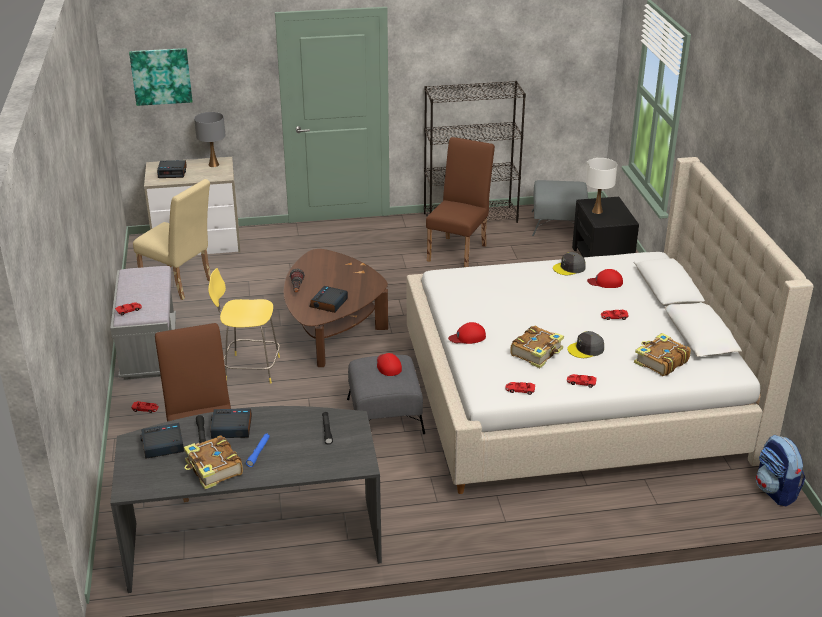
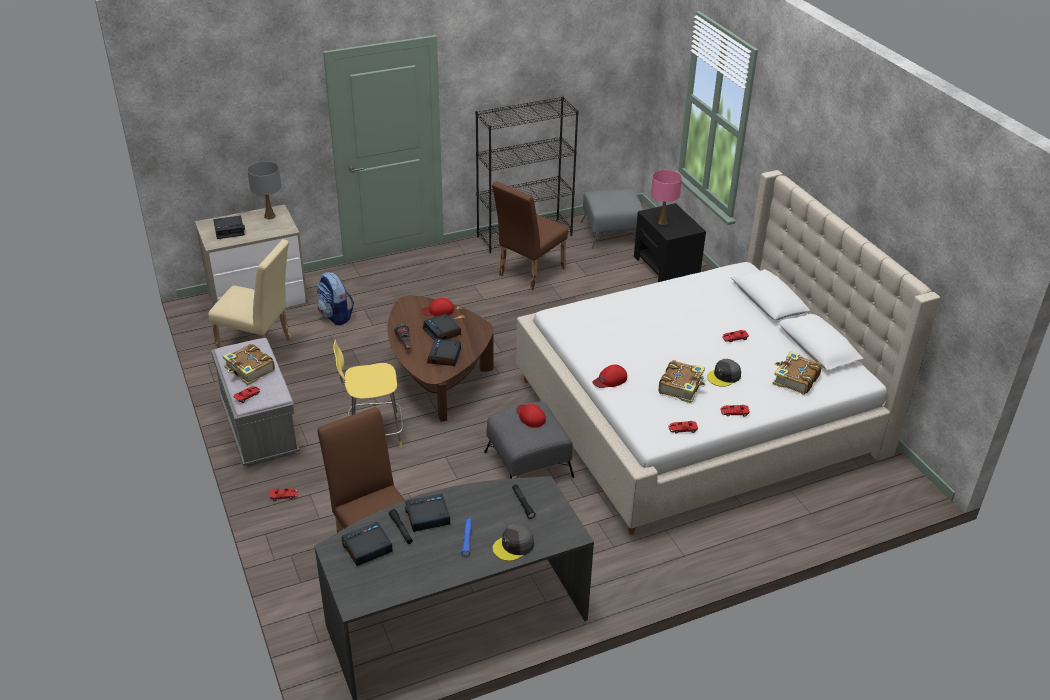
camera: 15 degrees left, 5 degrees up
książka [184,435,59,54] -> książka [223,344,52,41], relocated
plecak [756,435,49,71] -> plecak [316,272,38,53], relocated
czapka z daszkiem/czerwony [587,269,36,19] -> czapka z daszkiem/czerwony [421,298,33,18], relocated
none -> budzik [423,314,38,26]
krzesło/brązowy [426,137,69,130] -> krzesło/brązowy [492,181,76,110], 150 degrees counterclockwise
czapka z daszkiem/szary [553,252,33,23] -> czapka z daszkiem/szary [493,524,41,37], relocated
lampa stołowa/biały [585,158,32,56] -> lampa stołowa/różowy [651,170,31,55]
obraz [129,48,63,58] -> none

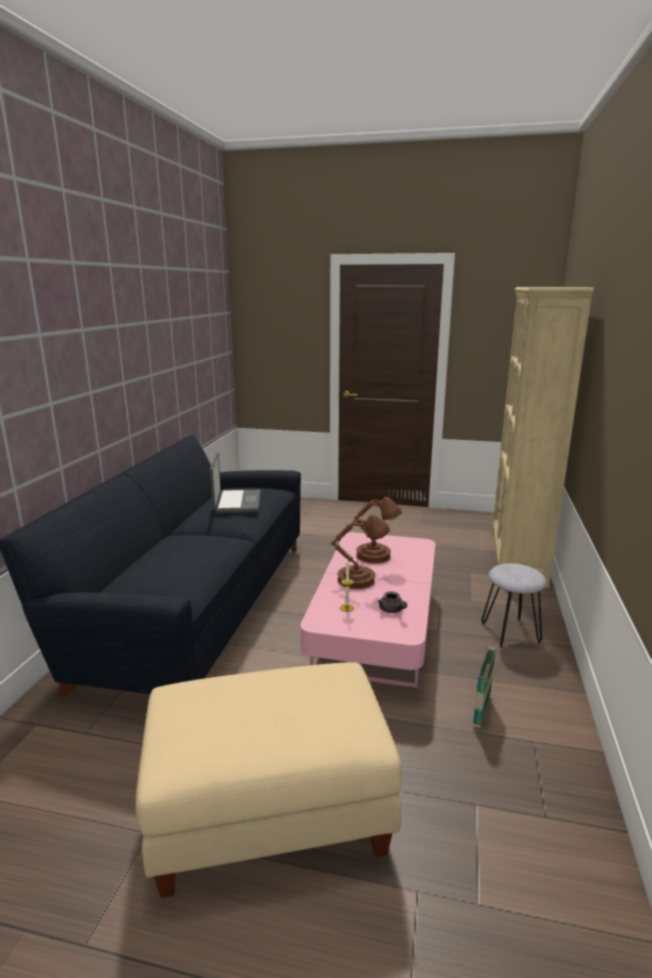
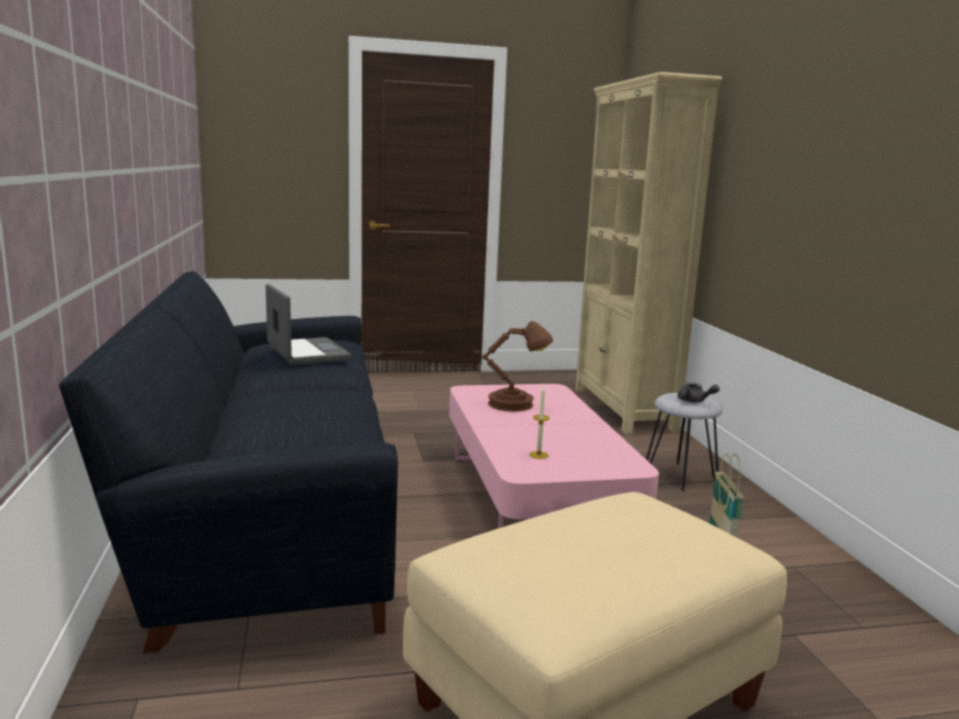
camera: 25 degrees left, 5 degrees down
imbryk/szary [378,591,29,22] -> imbryk/szary [678,382,42,21], relocated
lampa stołowa/brązowy [331,514,59,75] -> none

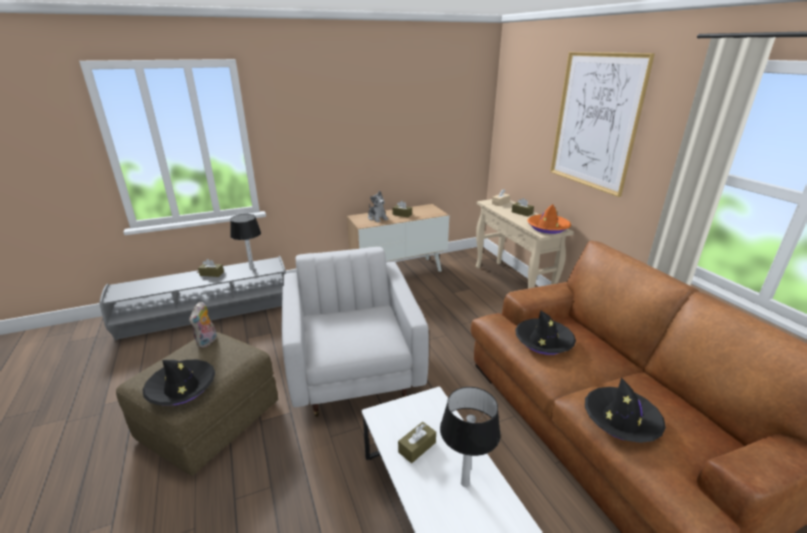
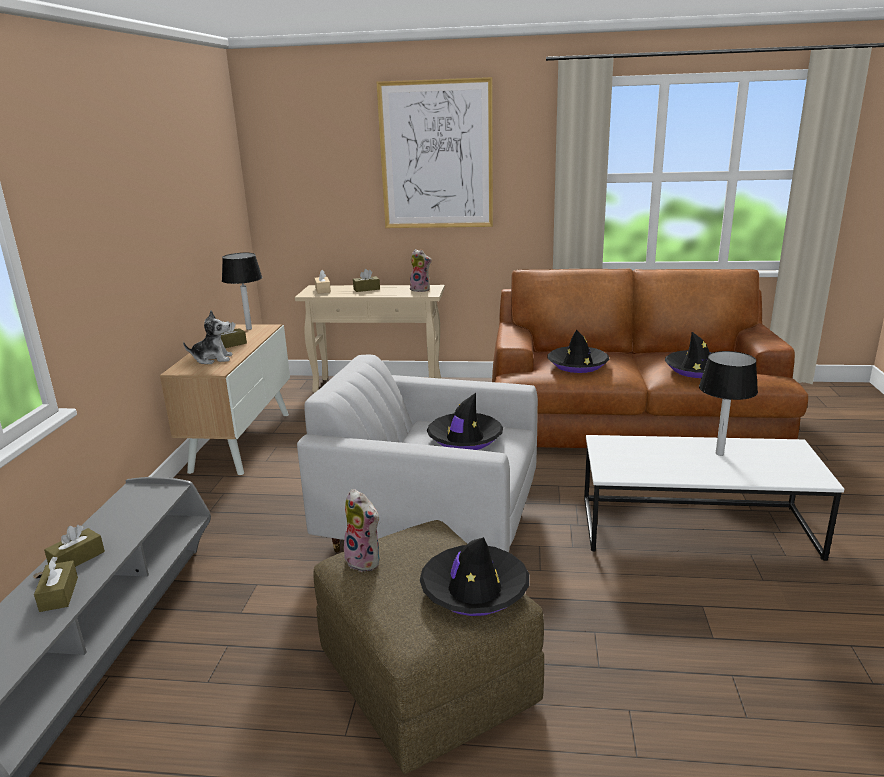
camera: 60 degrees left, 5 degrees down
pudełko chusteczek/brązowy [398,422,38,41] -> pudełko chusteczek/brązowy [34,557,44,55], relocated
lampa stołowa [230,214,31,56] -> lampa stołowa [222,253,40,77], relocated
kapelusz/pomarańczowy [527,204,44,30] -> pluszak [410,249,22,43]
none -> kapelusz/czarny [427,393,76,57]

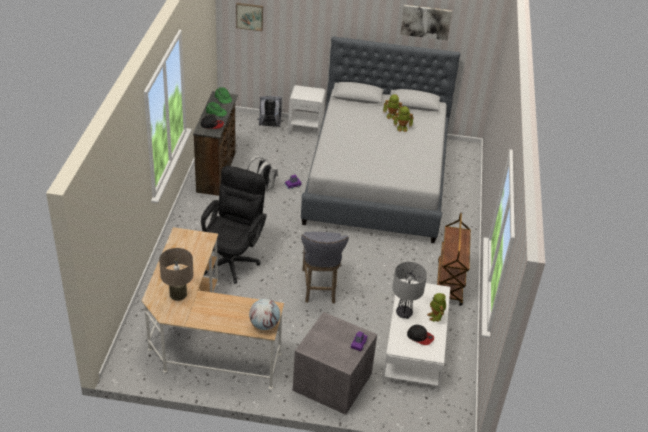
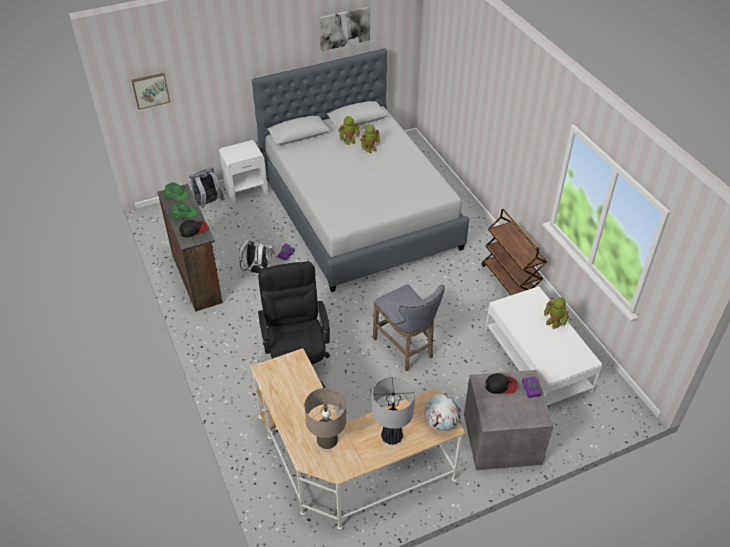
camera: 30 degrees left, 5 degrees up
lampa stołowa [392,262,35,57] -> lampa stołowa [372,376,43,69], relocated
czapka z daszkiem [407,325,27,20] -> czapka z daszkiem [485,373,32,21], relocated

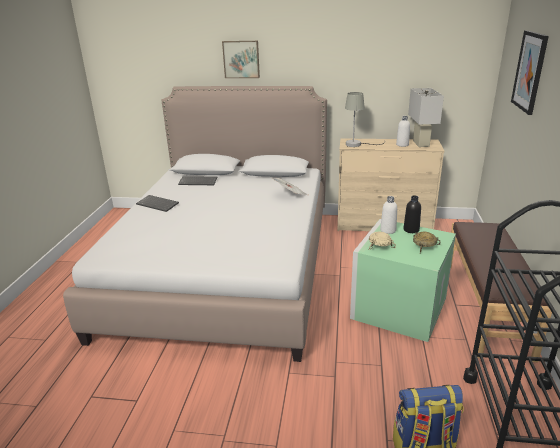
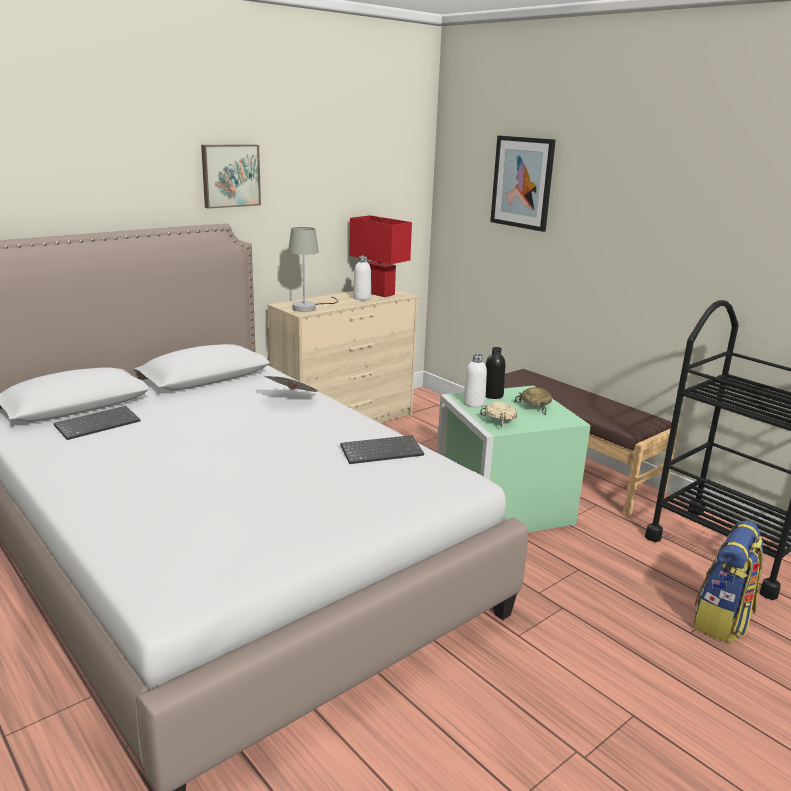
camera: 50 degrees left, 5 degrees down
obraz [222,41,38,37] -> obraz [201,144,60,65], relocated
klawiatura [136,195,43,17] -> klawiatura [340,435,84,29], relocated
lampa stołowa/biały [408,88,36,59] -> lampa stołowa/czerwony [349,215,63,82]

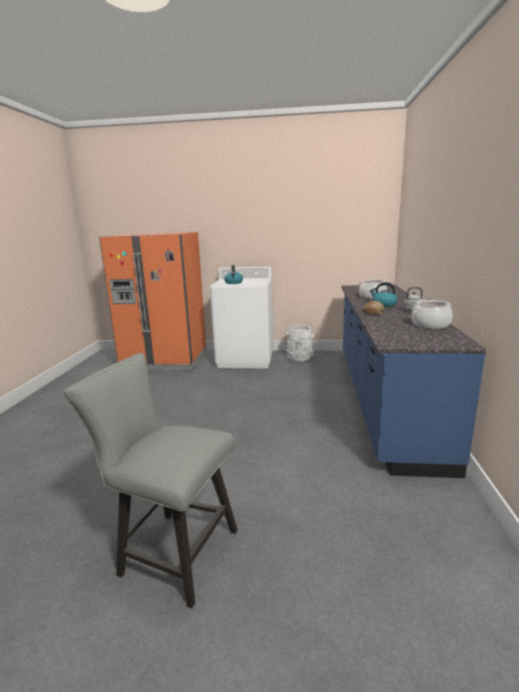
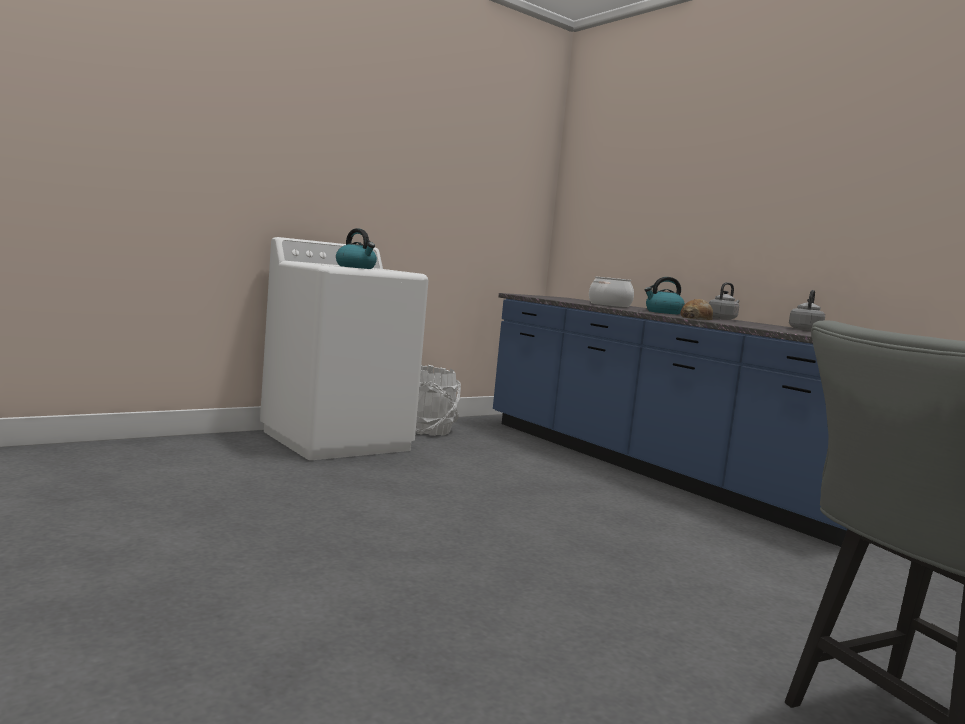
camera: 45 degrees left, 10 degrees down
garnek [412,300,40,29] -> czajnik/szary [789,290,36,41]
lodówka/pomarańczowy [99,232,108,138] -> none

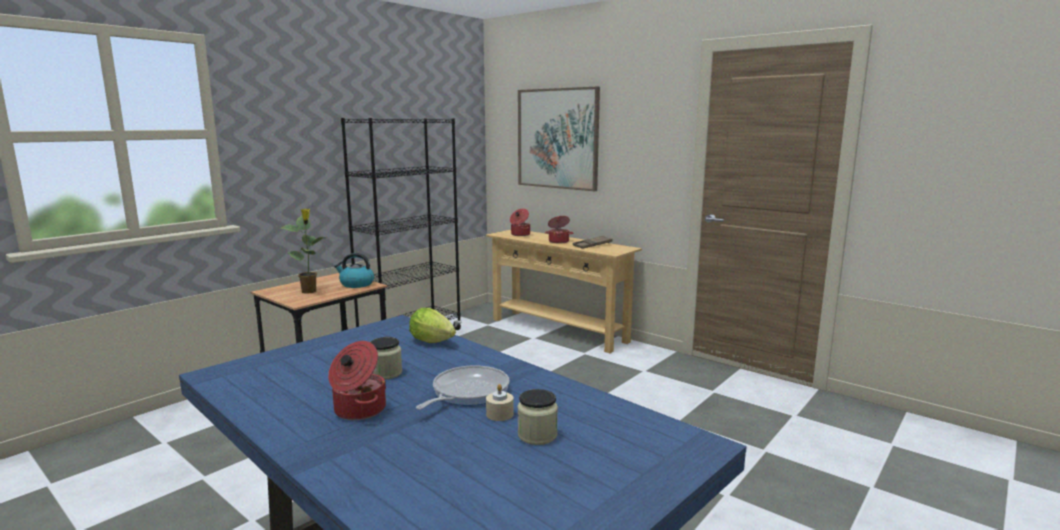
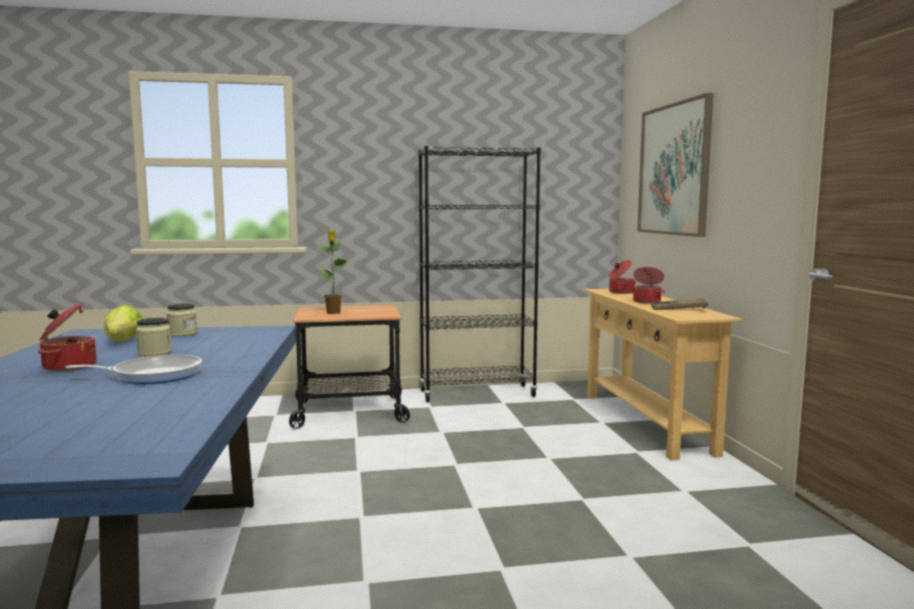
camera: 40 degrees right, 5 degrees down
sałata [409,308,47,35] -> sałata [104,305,38,36], relocated
słoik [518,389,40,56] -> słoik [166,304,31,33], relocated
czajnik [334,253,40,35] -> none
świeca/beżowy [486,384,28,37] -> none

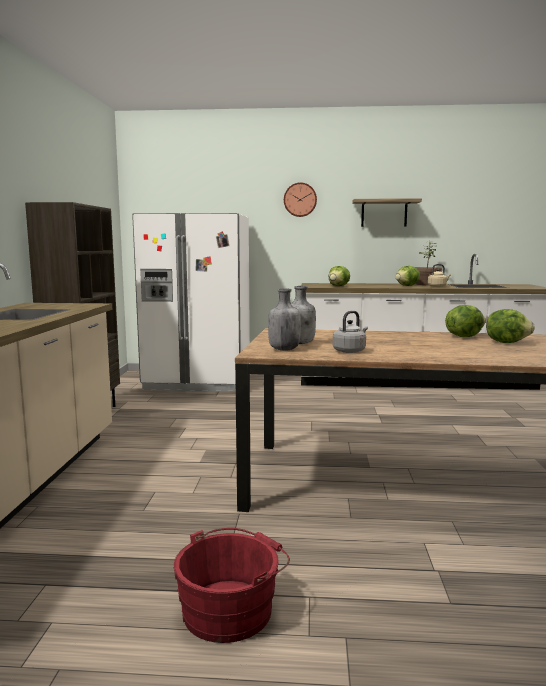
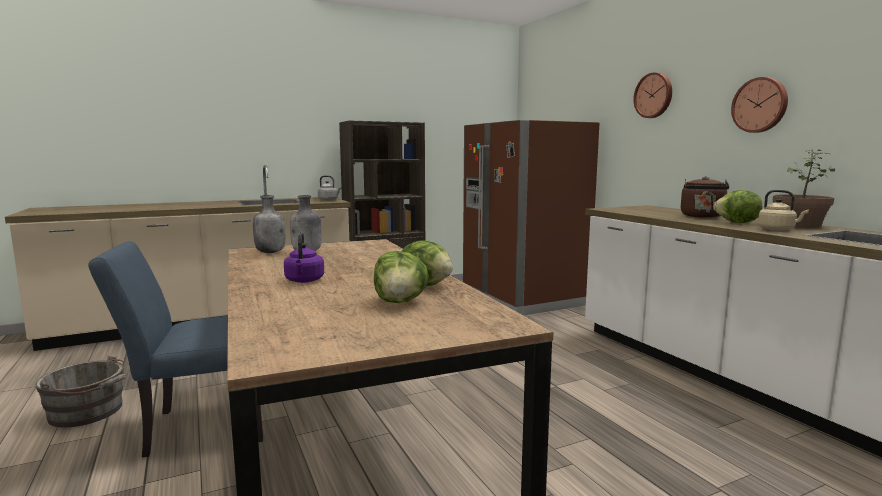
camera: 60 degrees right, 0 degrees up
wiadro/czerwony [174,528,116,115] -> wiadro/szary [35,355,95,73]
none -> krzesło/niebieski [88,241,175,216]
none -> czajnik/fioletowy [284,232,40,51]
czajnik/szary [333,311,35,42] -> czajnik/szary [318,175,24,26], relocated
lodówka/biały [132,213,118,179] -> lodówka/brązowy [463,120,136,196]
none -> czajnik/brązowy [681,176,48,42]
półka [352,198,70,29] -> zegar ścienny [731,77,57,56]
sałata [329,266,21,20] -> none

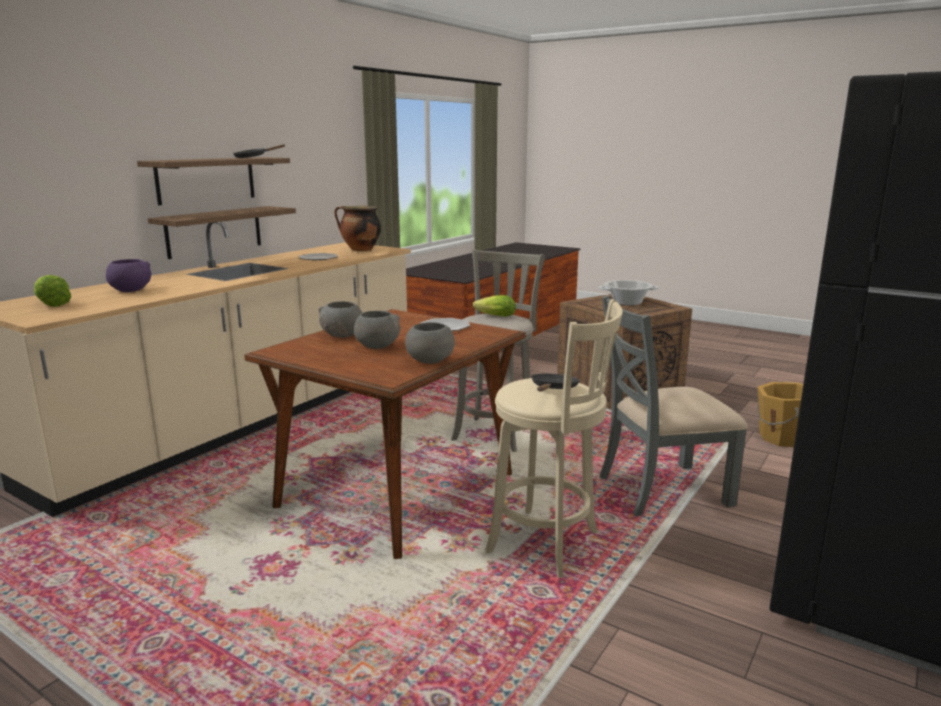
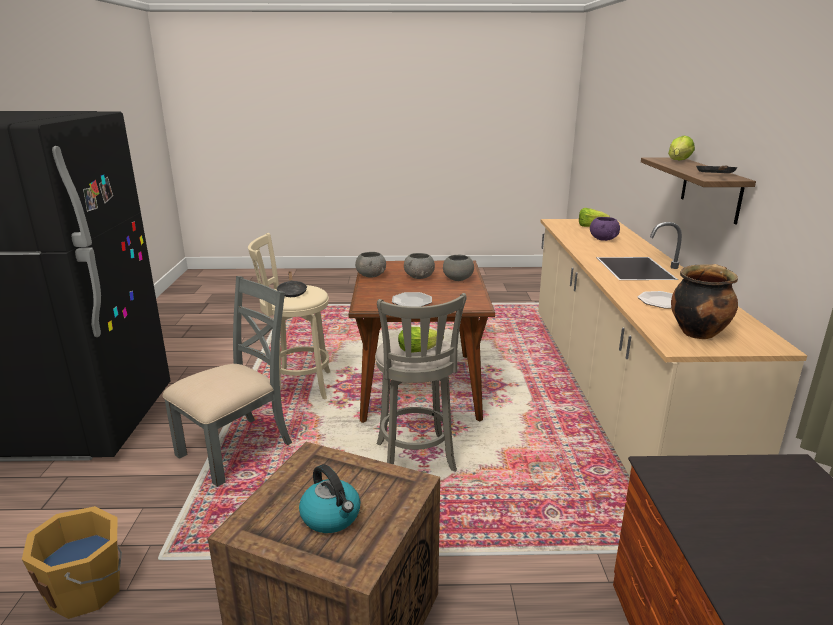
camera: 145 degrees right, 5 degrees up
garnek [599,280,60,25] -> czajnik [299,464,61,69]
none -> sałata [668,136,27,25]
półka [148,206,148,53] -> none

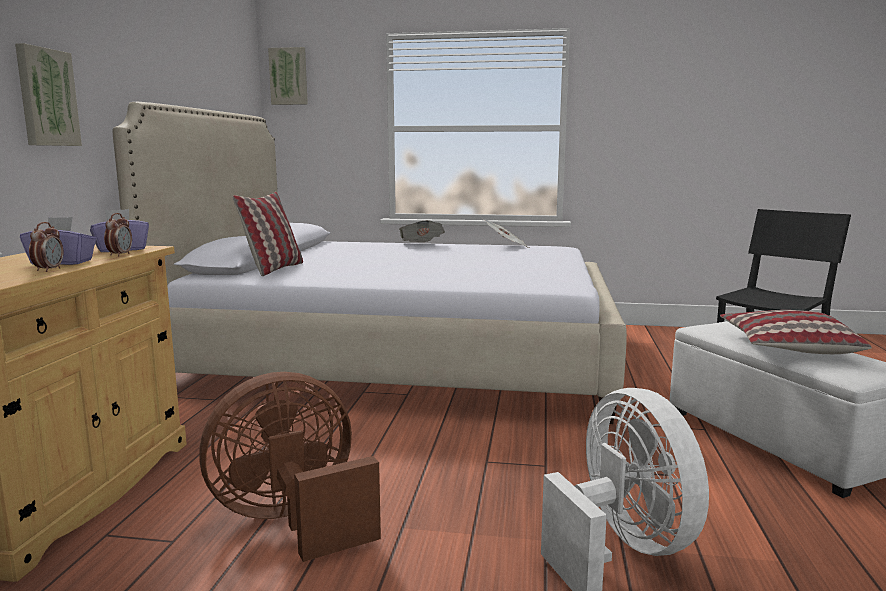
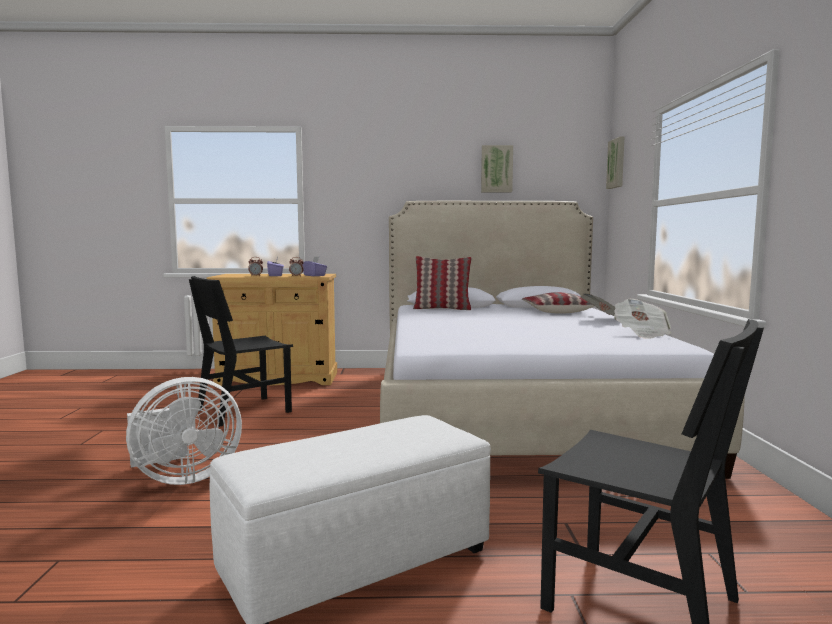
camera: 80 degrees right, 5 degrees down
wentylator/brązowy [199,372,182,190] -> krzesło/czarny [189,276,104,151]
obraz [15,43,67,103] -> obraz [481,145,32,47], relocated
poduszka [720,310,152,44] -> poduszka [522,292,72,22], relocated

